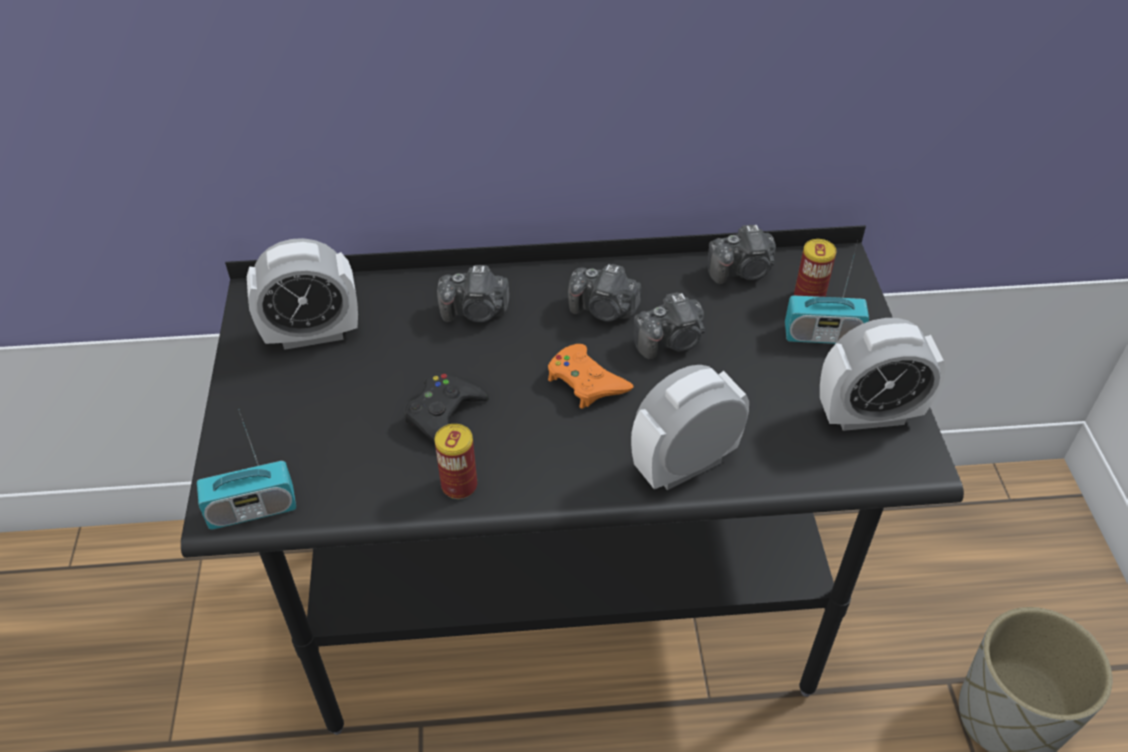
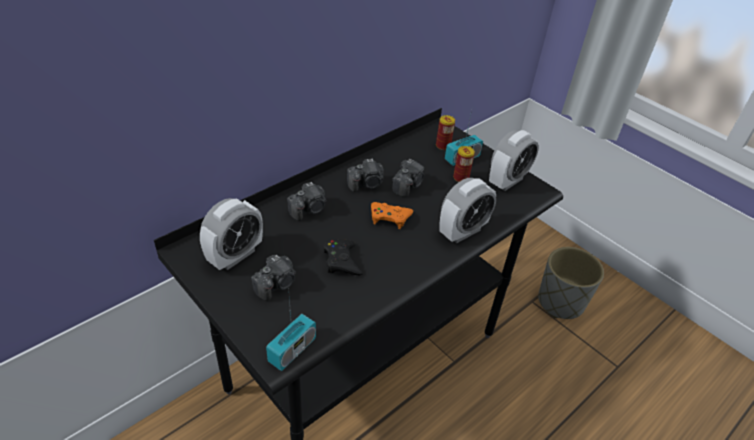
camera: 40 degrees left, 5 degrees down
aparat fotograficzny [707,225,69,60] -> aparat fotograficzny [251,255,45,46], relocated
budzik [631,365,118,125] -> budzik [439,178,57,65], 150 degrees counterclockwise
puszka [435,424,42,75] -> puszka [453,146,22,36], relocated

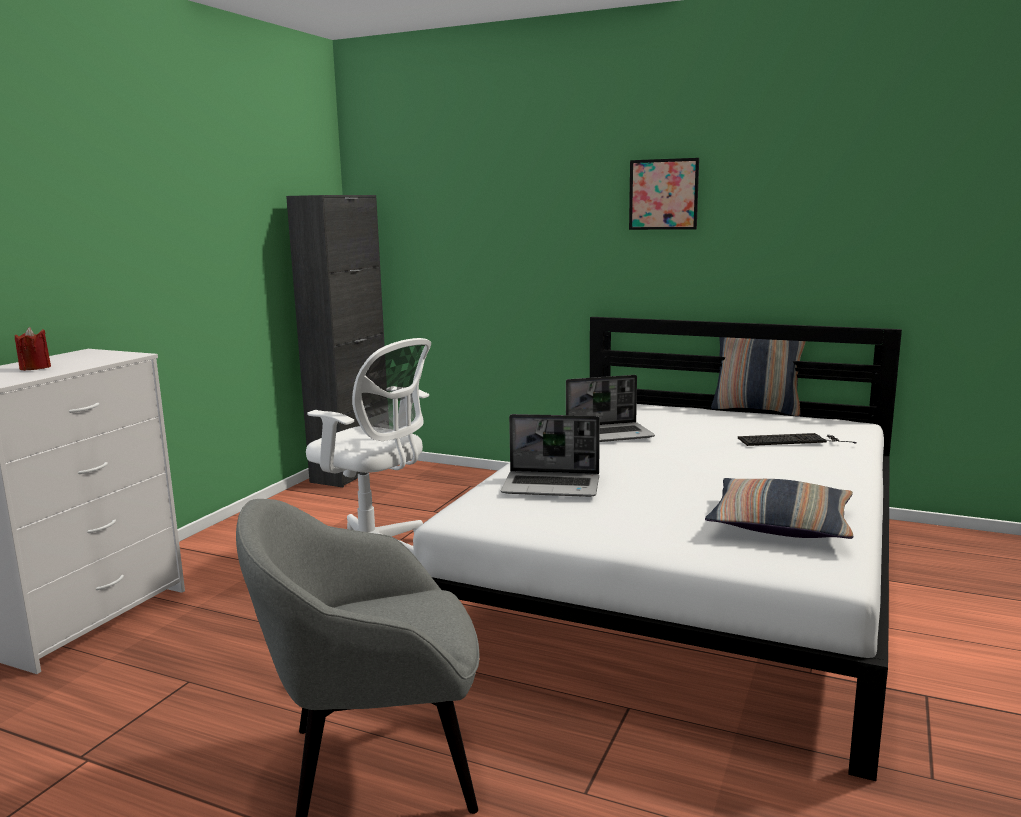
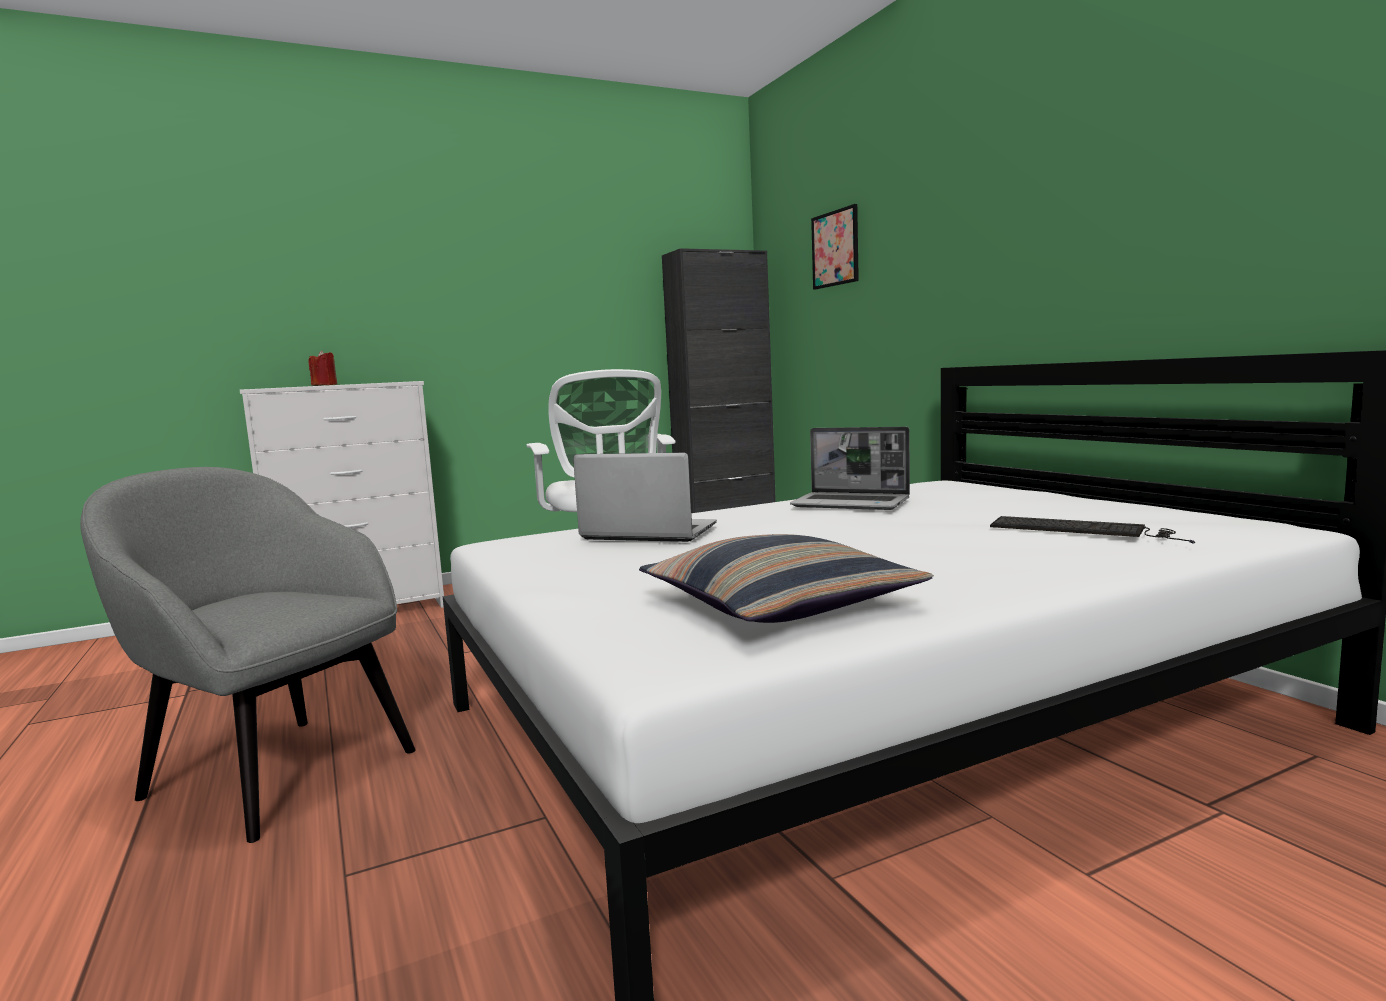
camera: 40 degrees right, 5 degrees down
laptop [501,414,99,83] -> laptop [573,453,144,89], 150 degrees clockwise
obraz [629,158,70,72] -> obraz [811,204,48,85], relocated
poduszka [711,337,95,79] -> none

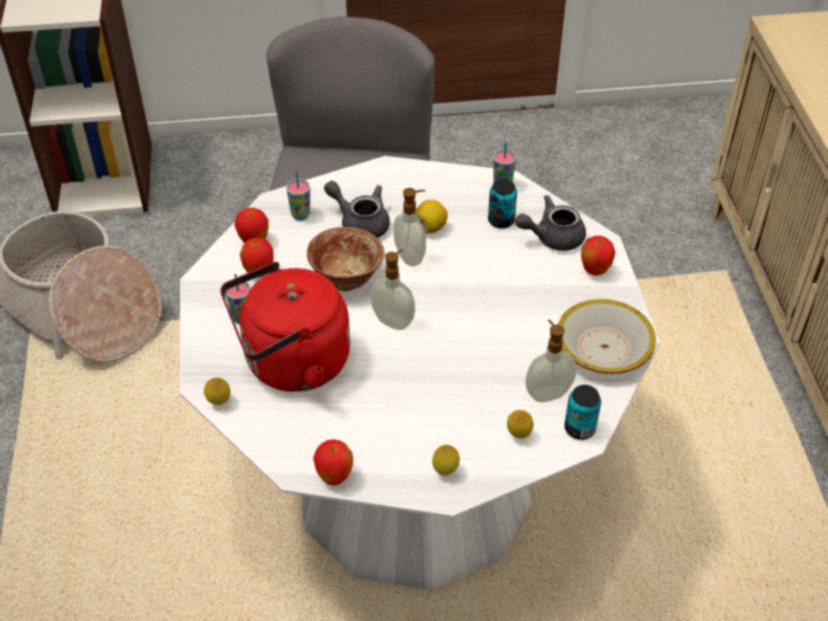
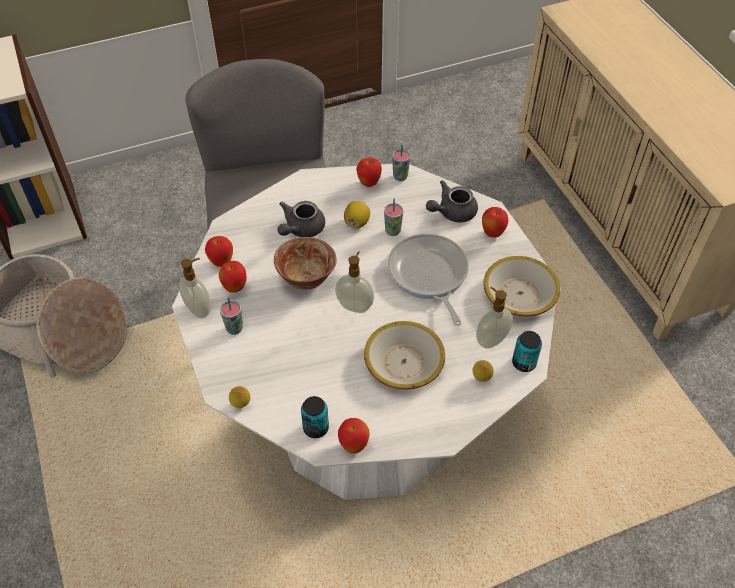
camera: 15 degrees left, 5 degrees up
dozownik mydła [394,188,32,78] -> dozownik mydła [179,258,32,60], relocated
imbryk/szary [324,181,66,57] -> imbryk/szary [277,201,48,36], 75 degrees counterclockwise
puszka [488,179,29,50] -> puszka [301,396,28,42], relocated
none -> jabłko [356,157,26,30]
none -> miska [364,321,81,68]
filiżanka [286,171,24,50] -> filiżanka [384,198,19,38], relocated
none -> patelnia [388,234,81,92]
czajnik/czerwony [220,262,130,130] -> none
cytryna [432,445,28,31] -> none

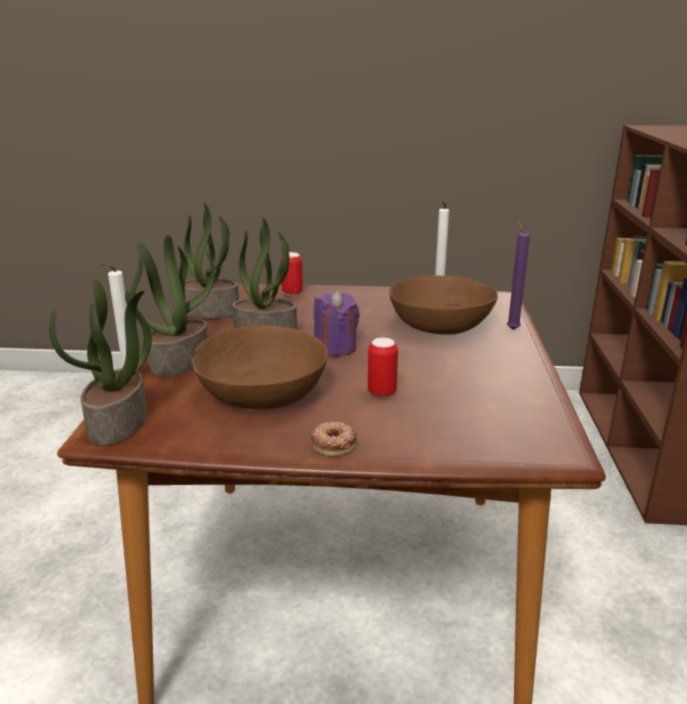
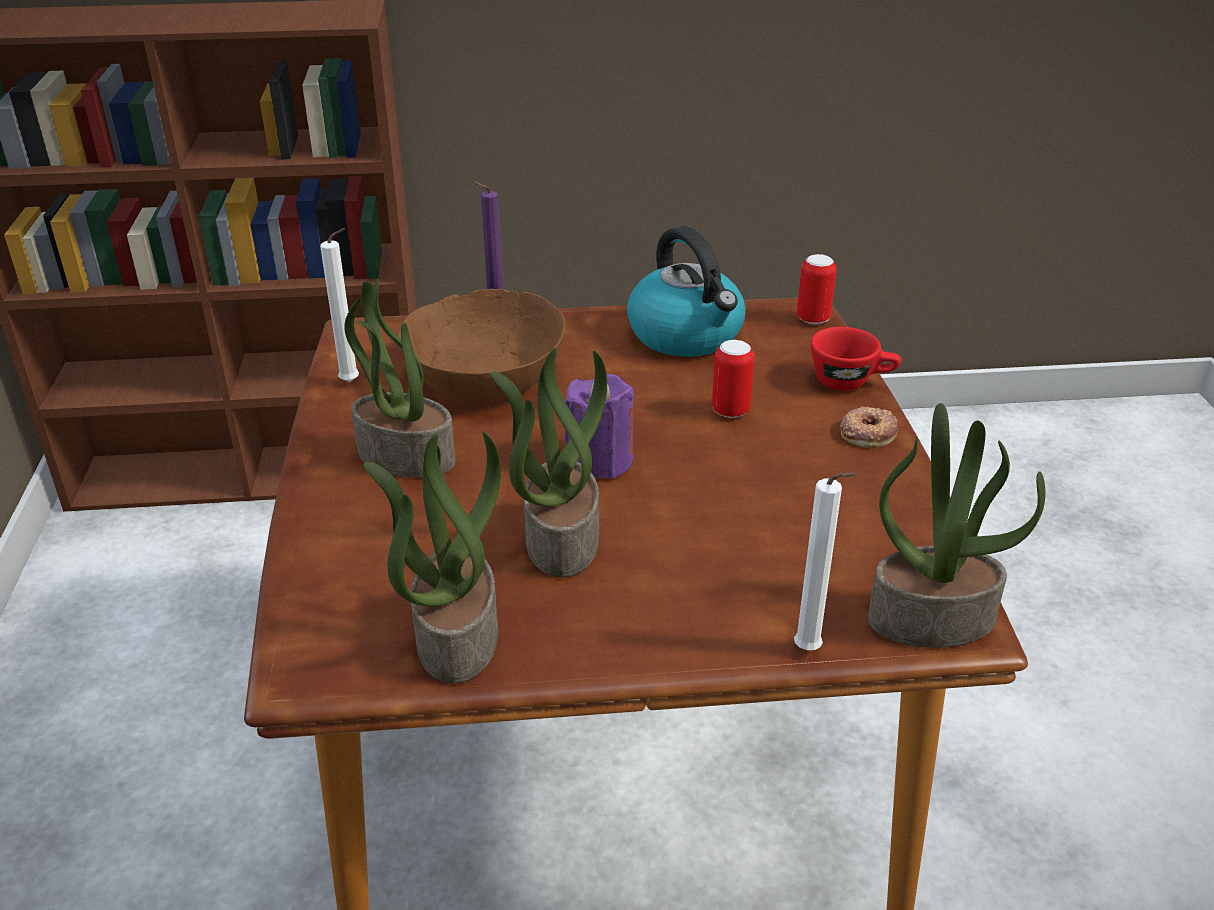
camera: 100 degrees left, 10 degrees up
roślina doniczkowa [130,235,85,142] -> roślina doniczkowa [344,279,112,199], relocated
none -> czajnik [627,226,118,131]
puszka [281,252,22,44] -> puszka [797,254,39,71], relocated
none -> filiżanka/czerwony [811,327,90,63]
miska/brązowy [192,325,136,84] -> none

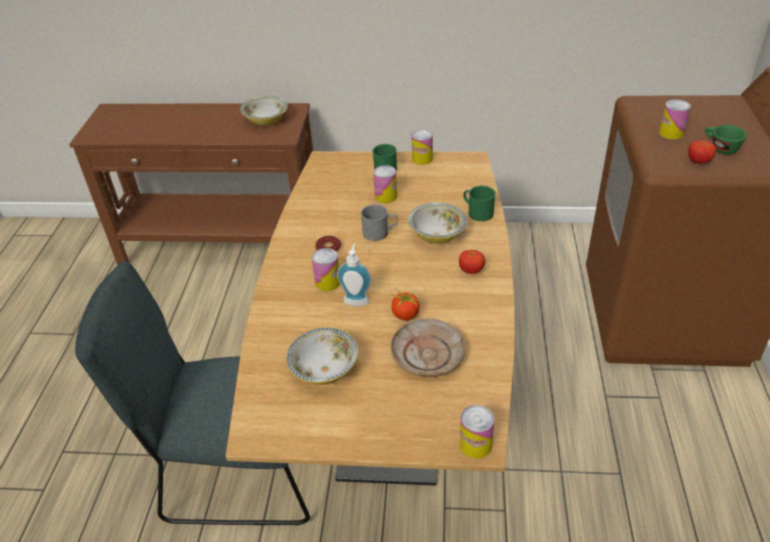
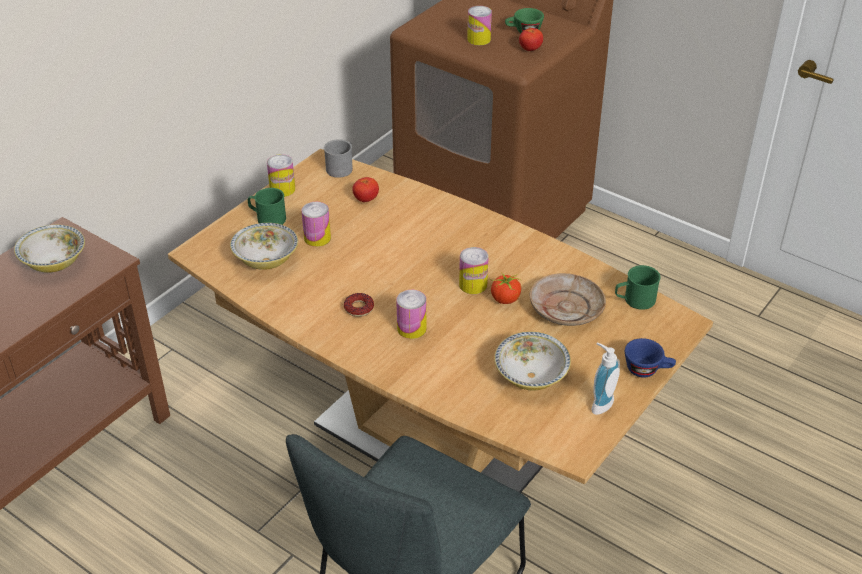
camera: 60 degrees left, 0 degrees up
miska [408,203,59,41] -> miska [230,223,68,47], relocated
kubek/szary [361,204,37,37] -> kubek/szary [324,139,29,39], relocated
pomidor [459,250,26,24] -> pomidor [352,177,27,25], relocated
puszka [459,405,35,54] -> puszka [459,247,30,47], relocated
dozownik mydła [337,244,35,62] -> dozownik mydła [591,342,29,73], relocated
kubek/zielony [464,186,32,35] -> kubek/zielony [615,265,46,45], relocated
none -> filiżanka/niebieski [625,338,51,40]

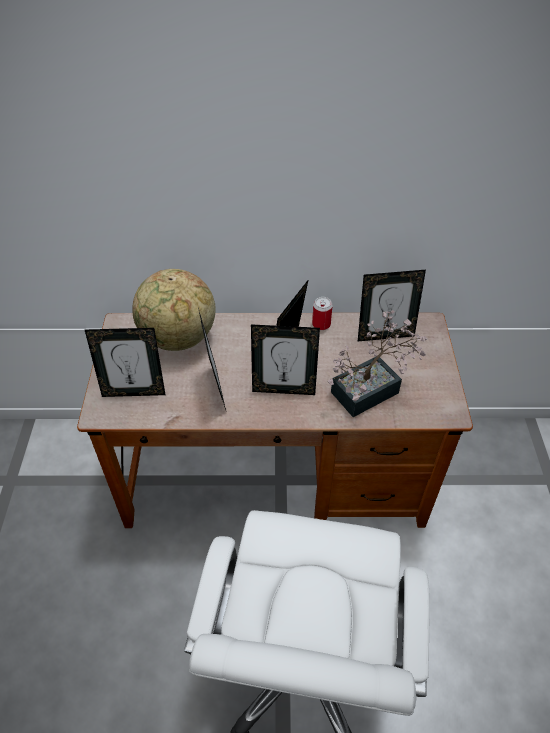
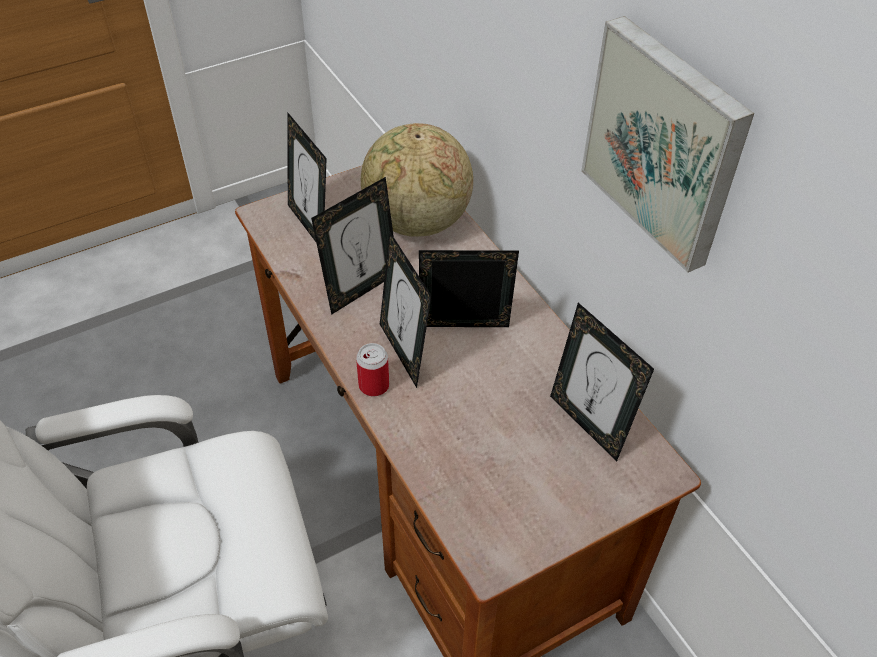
camera: 60 degrees right, 0 degrees up
puszka [312,297,21,33] -> puszka [356,343,33,54], relocated
none -> obraz [581,16,173,257]
roślina doniczkowa [328,310,99,107] -> none

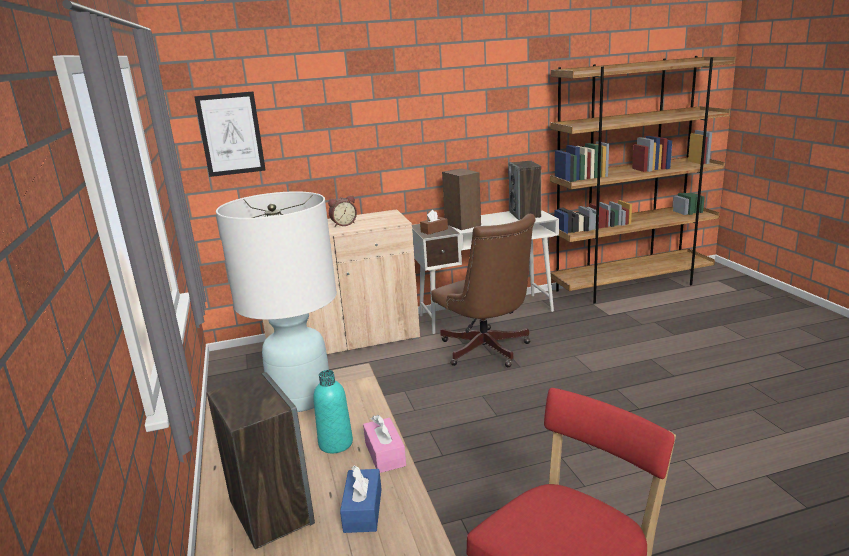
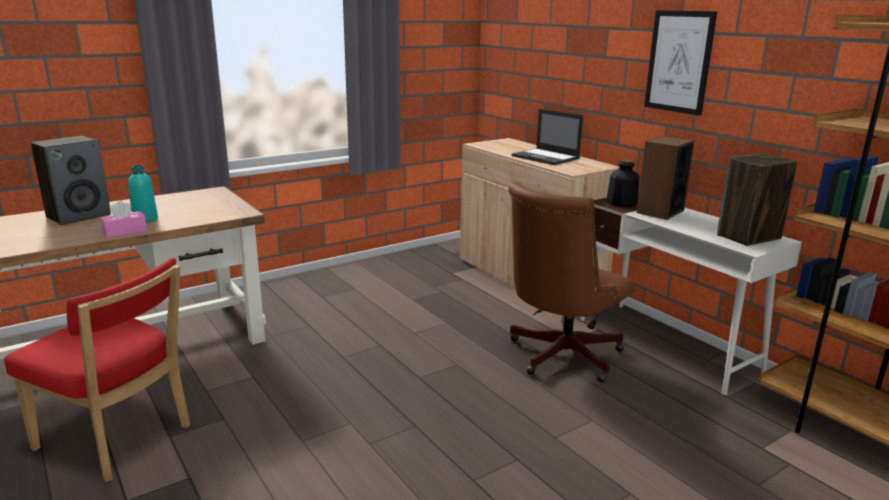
camera: 70 degrees right, 0 degrees up
budzik [328,195,29,32] -> laptop [512,109,71,56]
pudełko chusteczek/brązowy [420,210,28,25] -> butelka [606,159,34,48]
obraz [194,91,72,86] -> obraz [644,10,73,106], relocated
lampa stołowa/biały [216,191,121,221] -> none
pudełko chusteczek/niebieski [340,465,42,68] -> none

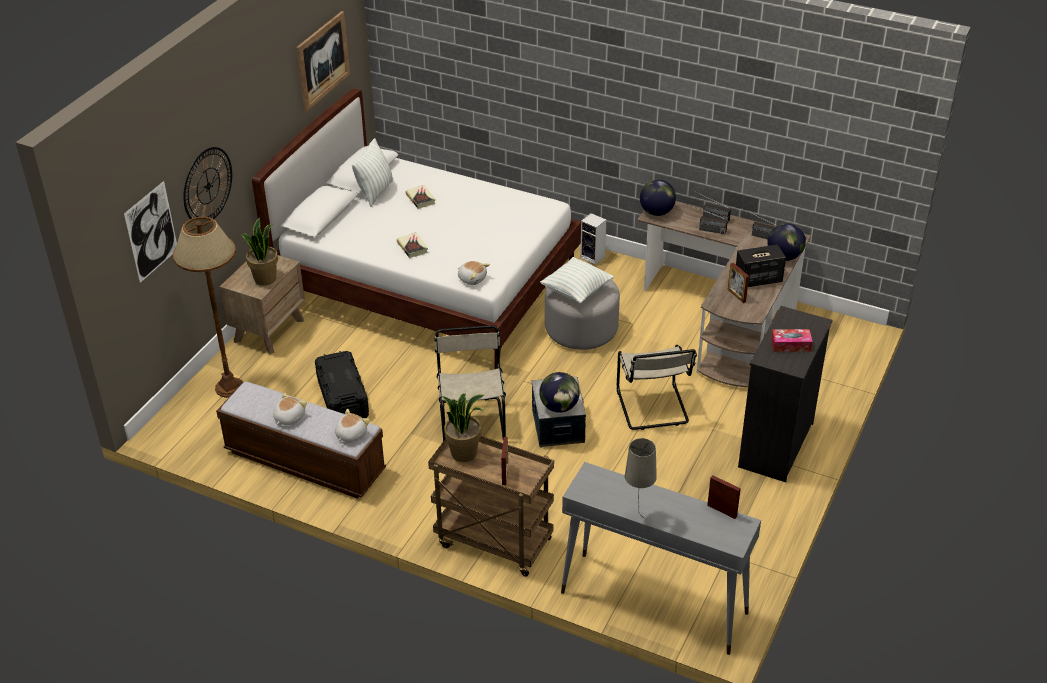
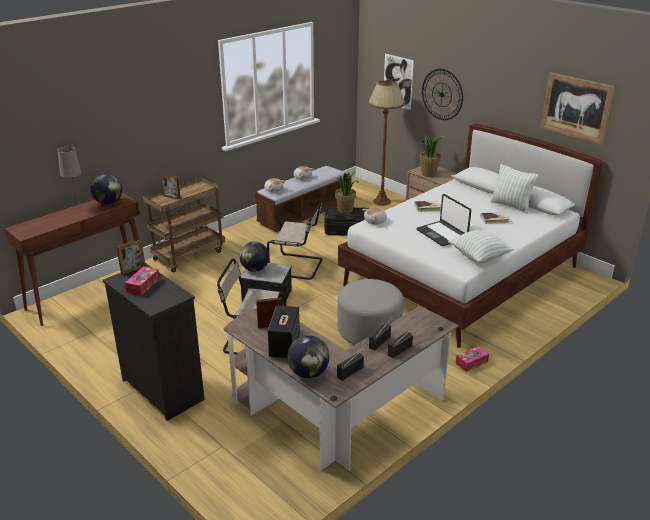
camera: 110 degrees right, 10 degrees down
stolik konsolowy/szary [561,462,200,193] -> stolik konsolowy/brązowy [5,193,140,133]
globus [640,180,36,36] -> globus [91,174,31,30], relocated
ramka na zdjęcie [707,475,34,44] -> ramka na zdjęcie [116,239,30,36], relocated
roślina doniczkowa [441,393,43,69] -> roślina doniczkowa [335,171,24,43], relocated
none -> laptop [416,194,55,52]
poduszka [540,257,74,46] -> poduszka [448,230,66,33], relocated
głośnik [580,213,26,52] -> pudełko chusteczek [455,346,34,26]

